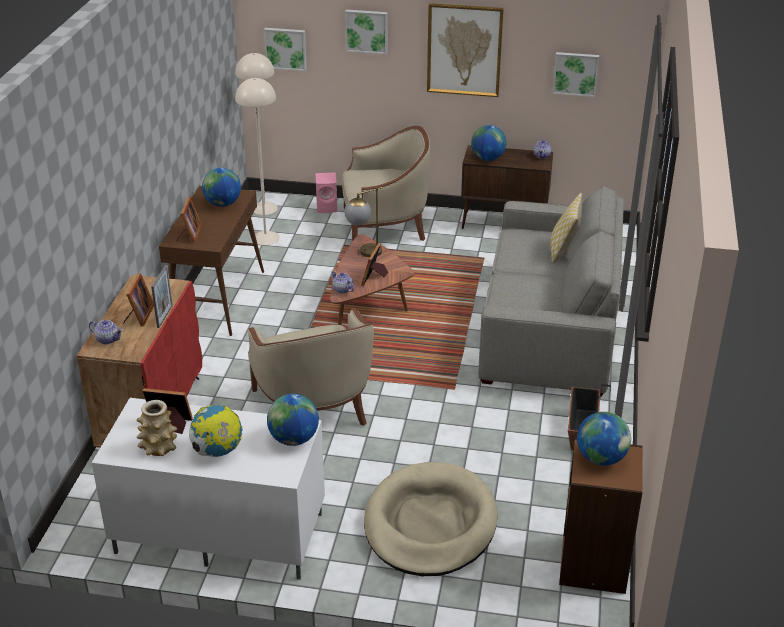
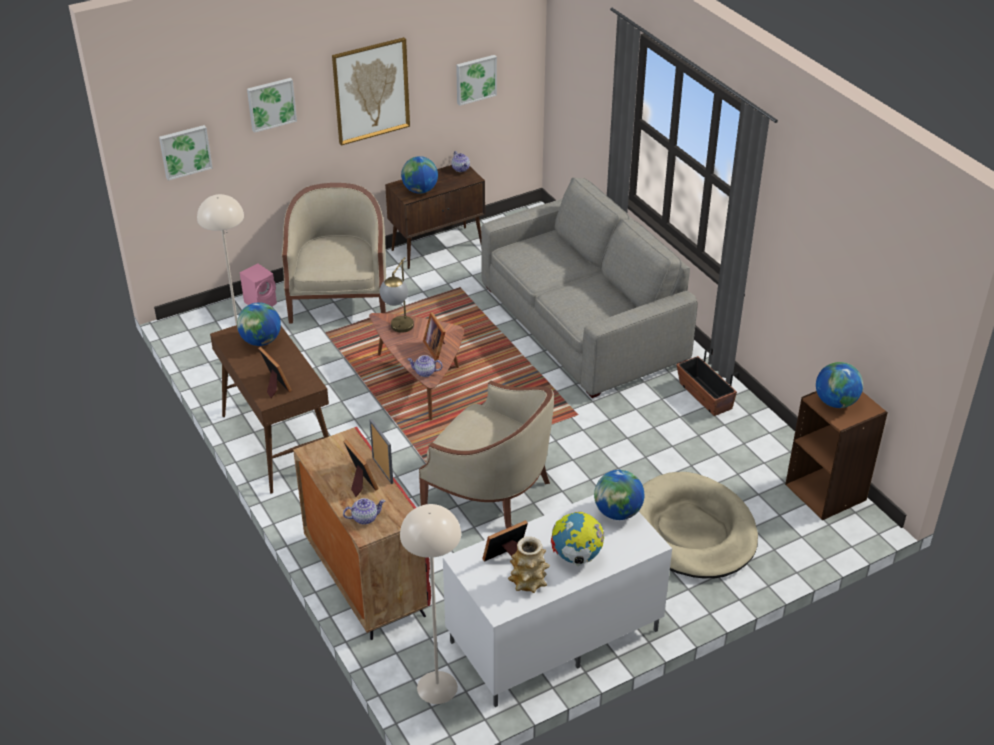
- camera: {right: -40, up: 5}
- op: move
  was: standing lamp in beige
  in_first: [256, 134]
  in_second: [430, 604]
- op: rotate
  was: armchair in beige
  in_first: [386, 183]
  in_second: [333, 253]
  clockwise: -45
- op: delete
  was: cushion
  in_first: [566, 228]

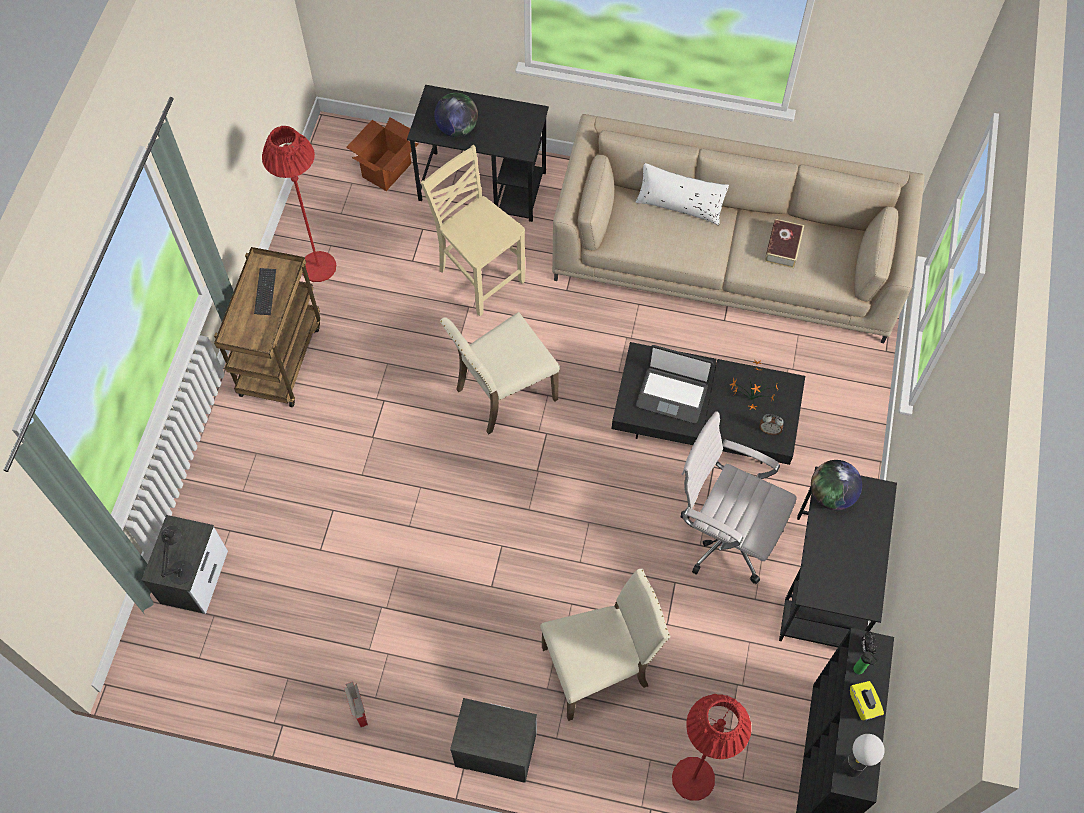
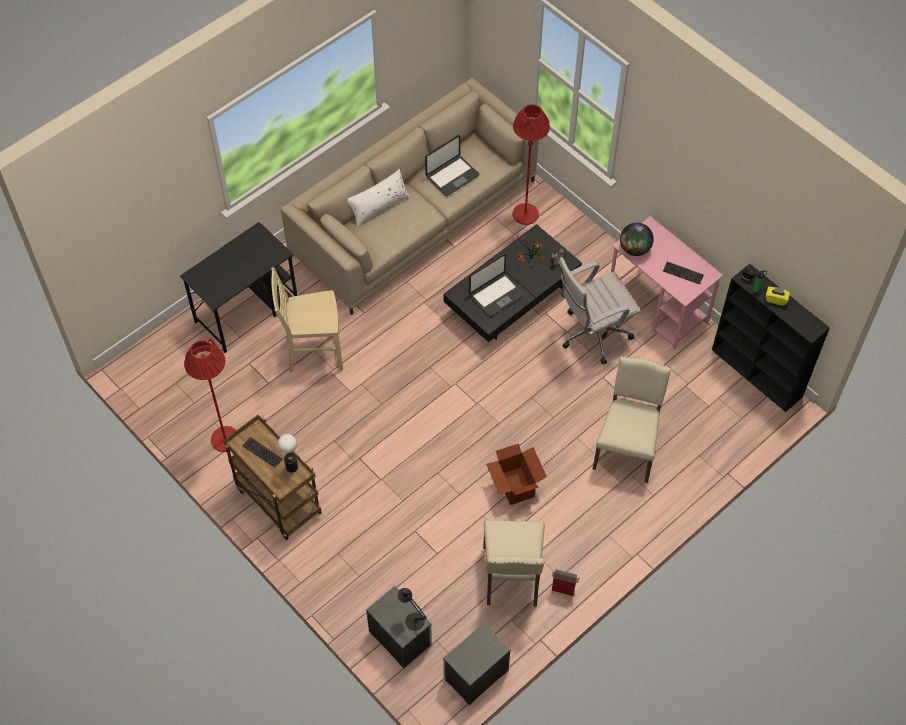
- camera: {right: -55, up: -5}
- op: delete
  was: desk globe
  in_first: [456, 115]
- op: move
  was: cardboard box
  in_first: [382, 154]
  in_second: [516, 474]
- op: replace
  was: bound book
  now: laptop
  in_first: [784, 243]
  in_second: [452, 165]
- op: move
  was: upright chair in beige
  in_first: [500, 373]
  in_second: [514, 563]
- op: recolor
  was: desk in black-coloured
  now: desk in pink
  in_first: [838, 557]
  in_second: [667, 282]
- op: move
  was: standing lamp in red
  in_first: [711, 747]
  in_second: [531, 164]
- op: move
  was: nightstand
  in_first: [493, 740]
  in_second: [477, 664]
- op: move
  was: table lamp
  in_first: [863, 755]
  in_second: [288, 453]
- op: insert
  now: PC keyboard
  in_second: [683, 273]

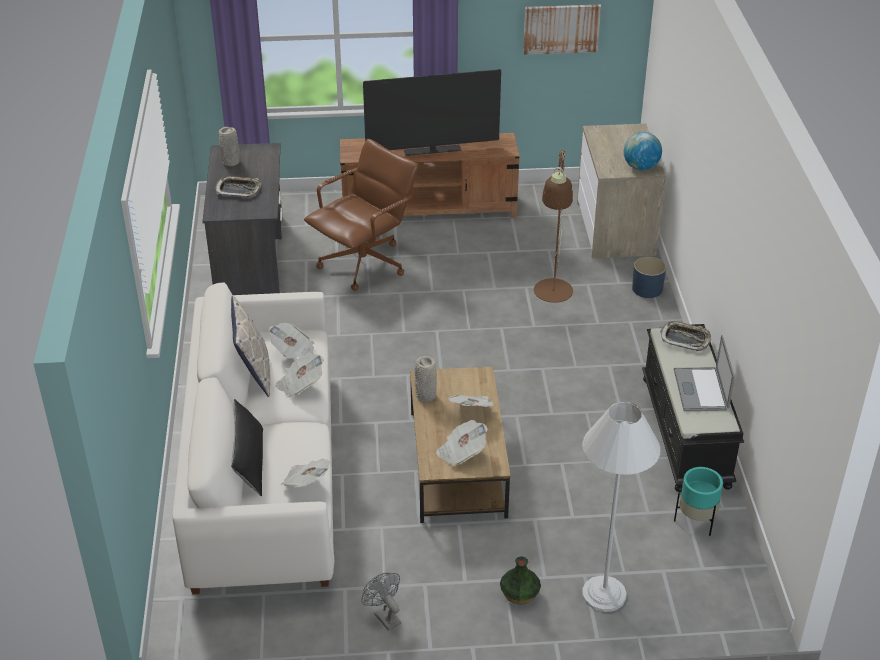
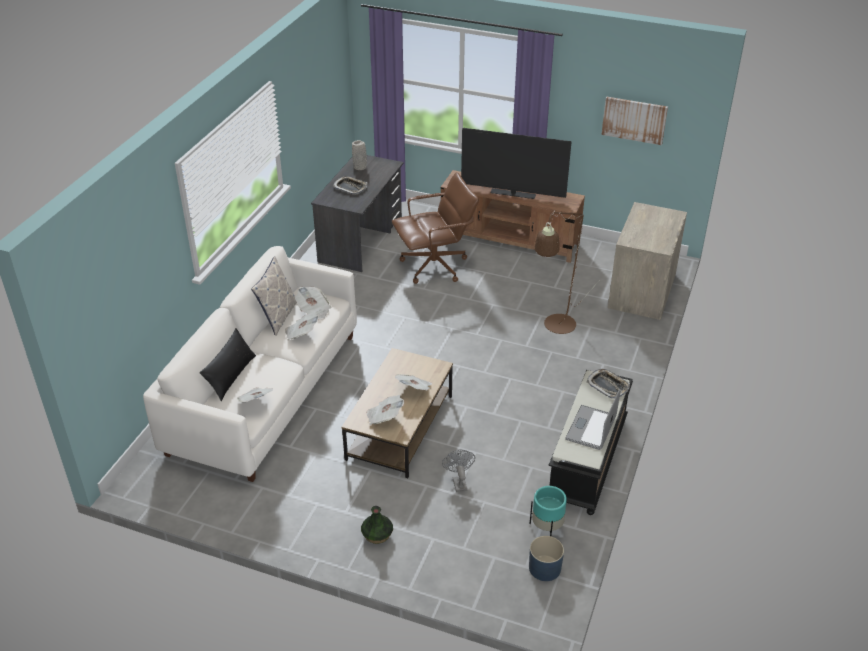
- camera: {right: 25, up: 0}
- op: delete
  was: desk globe
  in_first: [643, 151]
- op: move
  was: plant pot in bluish
  in_first: [649, 277]
  in_second: [546, 558]
- op: delete
  was: flower vase in greyish
  in_first: [426, 379]
- op: delete
  was: standing lamp in whitish
  in_first: [621, 507]
- op: move
  was: electric fan in greyish
  in_first: [381, 602]
  in_second: [458, 471]

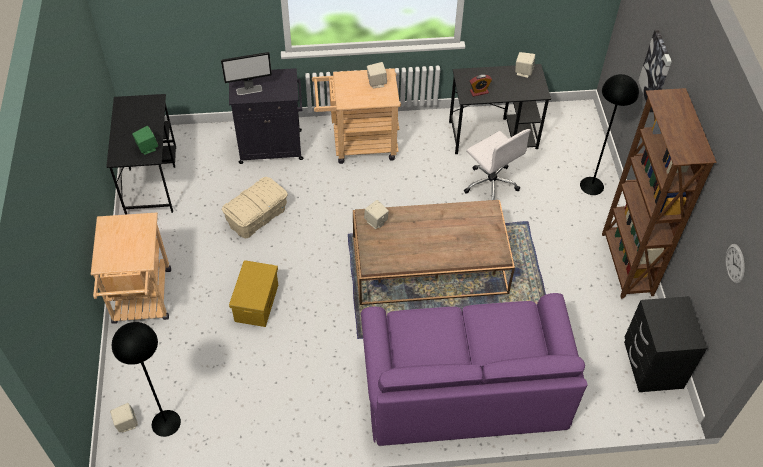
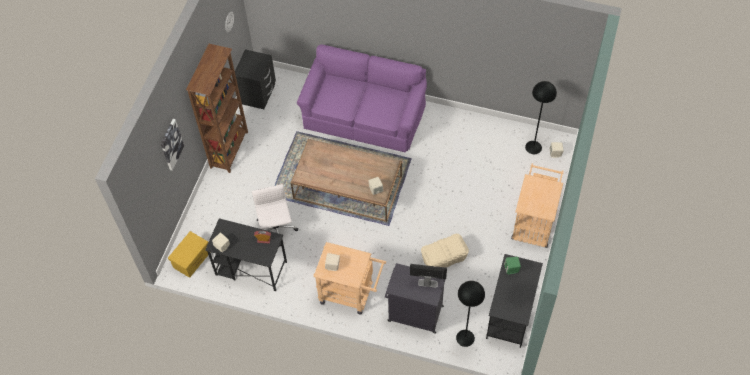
- camera: {right: -155, up: 5}
- op: move
  was: standing lamp in black-coloured
  in_first: [609, 134]
  in_second: [470, 314]
- op: move
  was: storage container in yellow-coloured
  in_first: [253, 293]
  in_second: [188, 254]

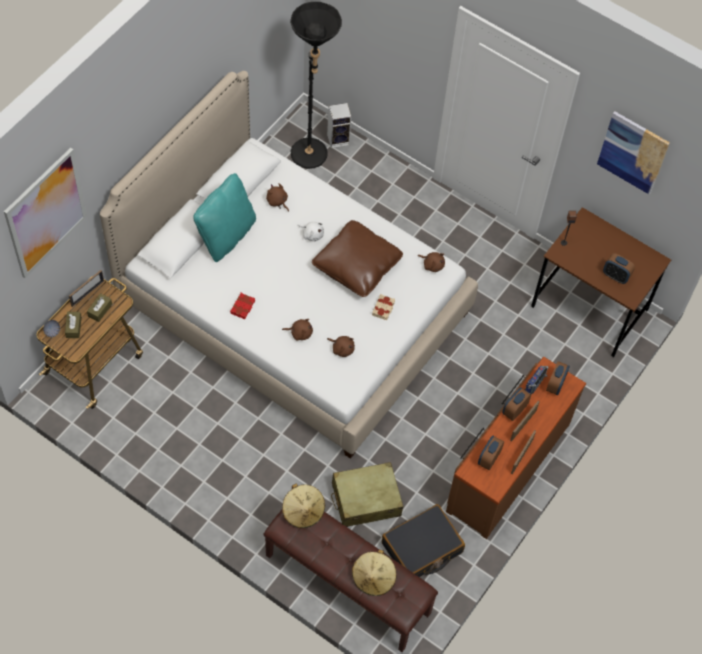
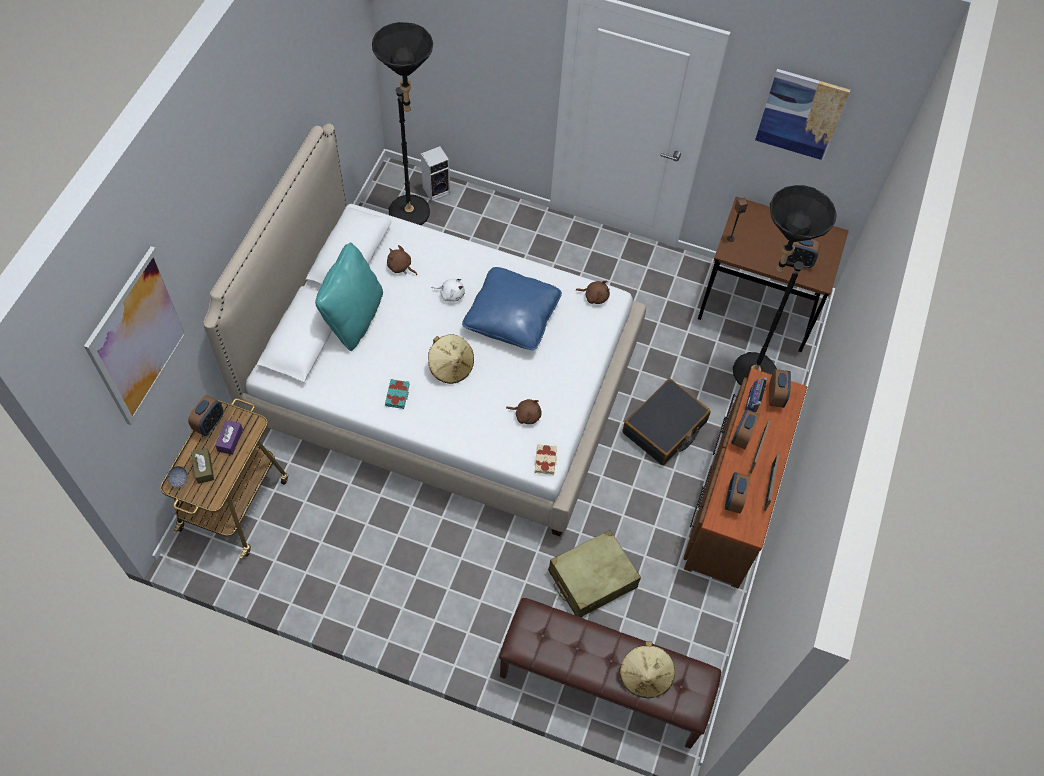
- camera: {right: -15, up: 0}
- op: recolor
  was: cushion in brown-coloured
  now: cushion in bluish
  in_first: [357, 258]
  in_second: [512, 308]
- op: replace
  was: standing frame
  now: alarm clock
  in_first: [86, 288]
  in_second: [206, 415]
- op: recolor
  was: tissue box in brown-coloured
  now: tissue box in purple
  in_first: [99, 307]
  in_second: [229, 437]
- op: recolor
  was: bound book in red
  now: bound book in turquoise
  in_first: [242, 306]
  in_second: [397, 394]
- op: move
  was: bound book in beige
  in_first: [383, 307]
  in_second: [546, 459]
- op: delete
  was: cuddly toy in brown-coloured
  in_first: [297, 330]
- op: move
  was: wearable hat in beige
  in_first: [303, 506]
  in_second: [451, 359]
- op: move
  was: piece of luggage in black-coloured
  in_first: [423, 540]
  in_second: [667, 422]
- op: insert
  now: standing lamp in black-coloured
  in_second: [785, 285]

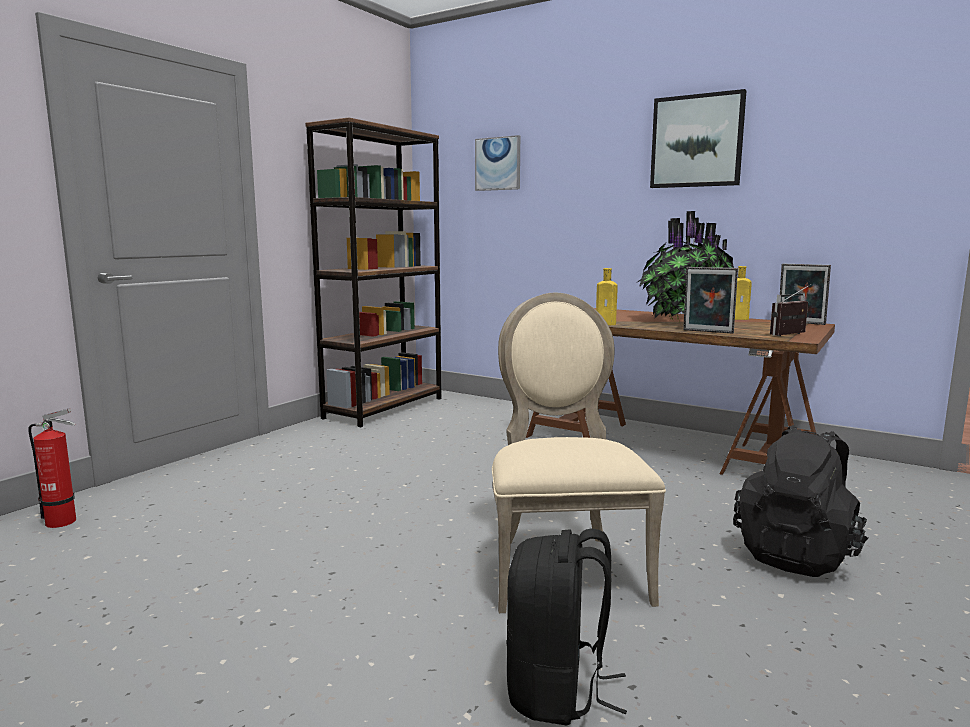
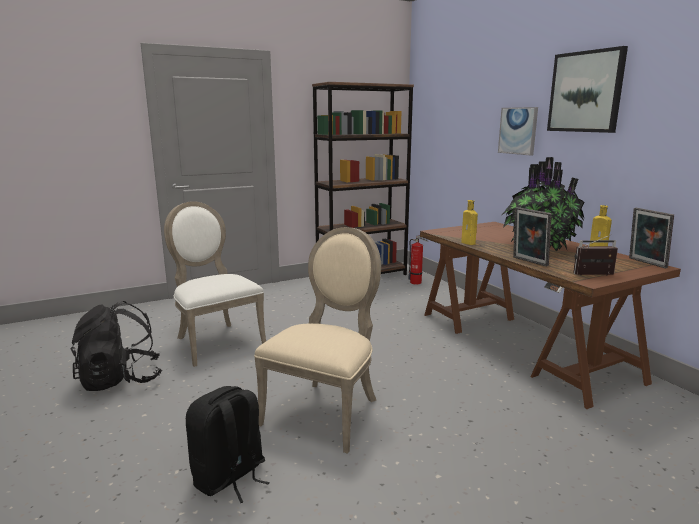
- camera: {right: 30, up: 5}
- op: move
  was: wall art
  in_first: [497, 163]
  in_second: [518, 131]
- op: move
  was: fire extinguisher
  in_first: [52, 468]
  in_second: [418, 259]
- op: move
  was: knapsack in black-coloured
  in_first: [800, 501]
  in_second: [116, 346]
- op: insert
  now: upright chair in whitish
  in_second: [215, 284]

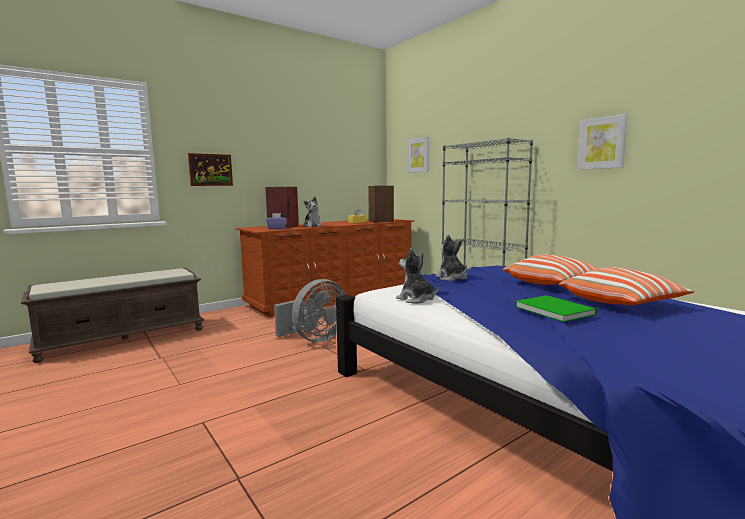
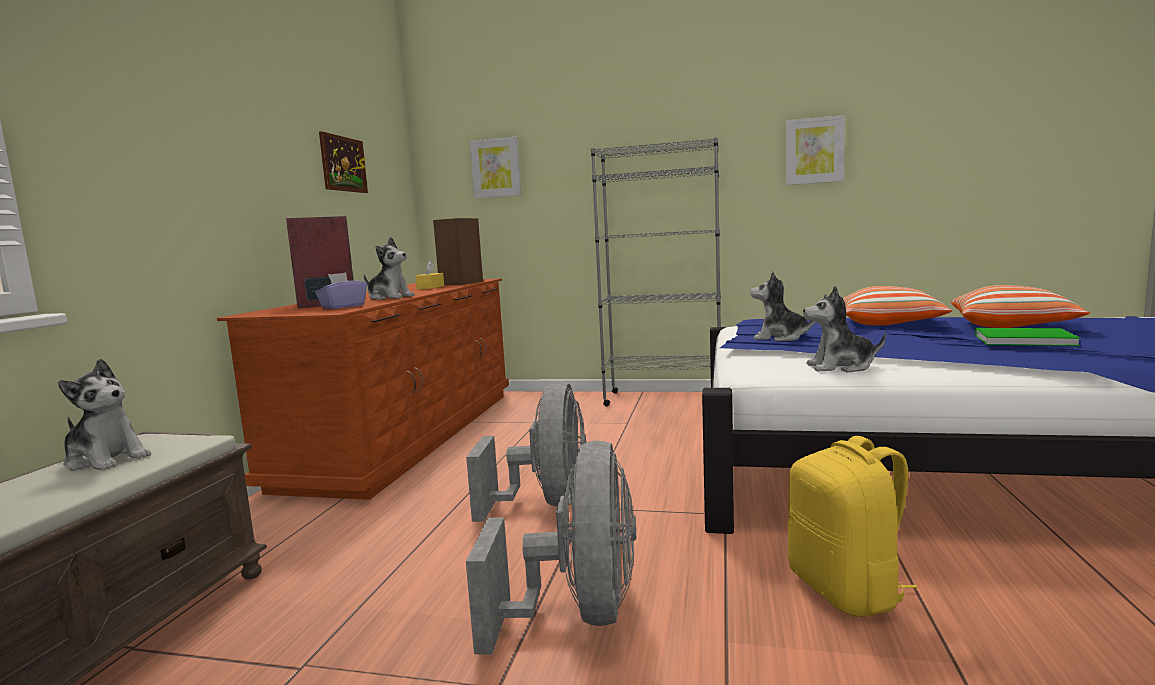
- camera: {right: -40, up: 0}
- op: move
  was: wall art
  in_first: [210, 169]
  in_second: [343, 162]
- op: insert
  now: cuddly toy
  in_second: [104, 415]
- op: insert
  now: knapsack in yellow-coloured
  in_second: [852, 526]
- op: insert
  now: electric fan in greyish
  in_second: [551, 547]

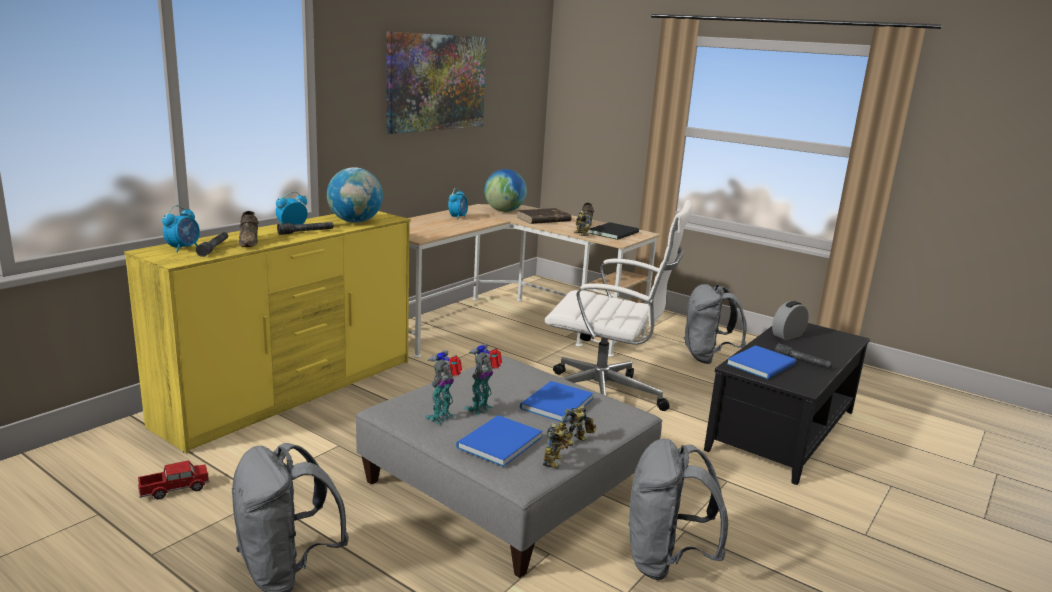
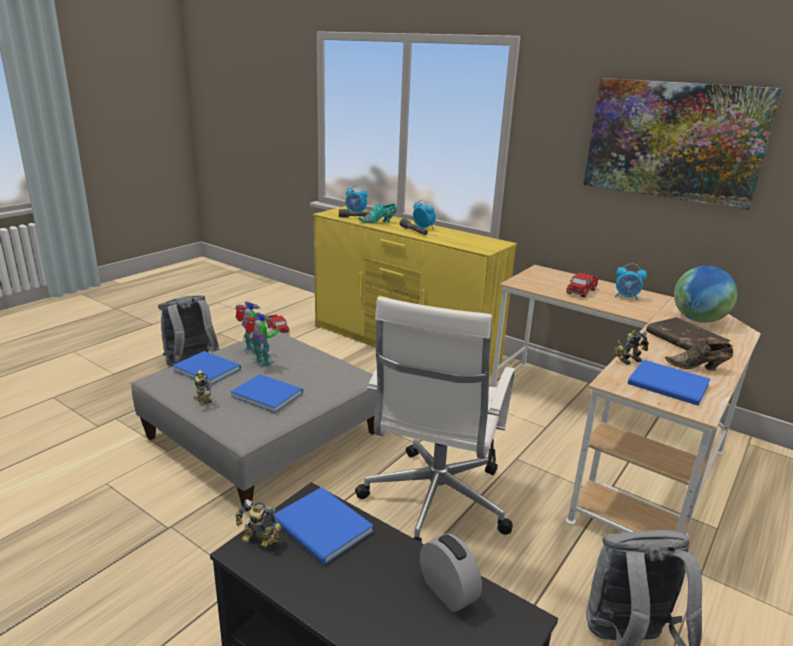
- camera: {right: 90, up: 5}
- op: delete
  was: desk globe
  in_first: [355, 195]
- op: recolor
  was: item of footwear in brown-coloured
  now: item of footwear in turquoise
  in_first: [248, 229]
  in_second: [377, 213]
- op: recolor
  was: bound book in black-coloured
  now: bound book in bluish
  in_first: [614, 231]
  in_second: [669, 383]
- op: delete
  was: torch in greyish
  in_first: [803, 356]
- op: move
  was: model robot
  in_first: [556, 446]
  in_second: [258, 523]
- op: delete
  was: knapsack in greyish
  in_first: [678, 509]
- op: insert
  now: model truck
  in_second: [582, 285]

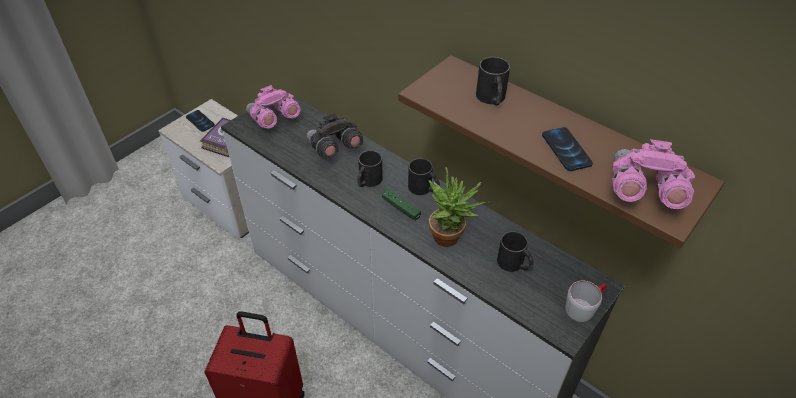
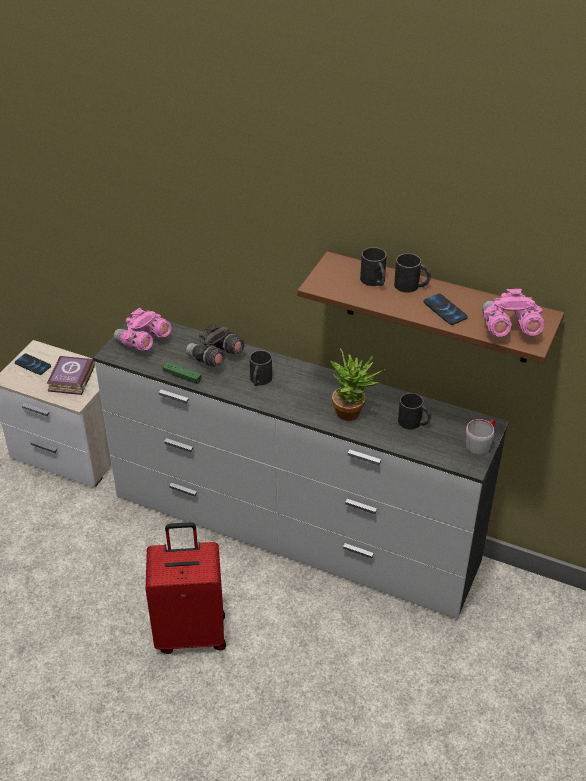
- camera: {right: -15, up: -5}
- op: move
  was: mug in black-coloured
  in_first: [424, 176]
  in_second: [412, 273]
- op: move
  was: joypad in greenish
  in_first: [401, 205]
  in_second: [182, 373]

